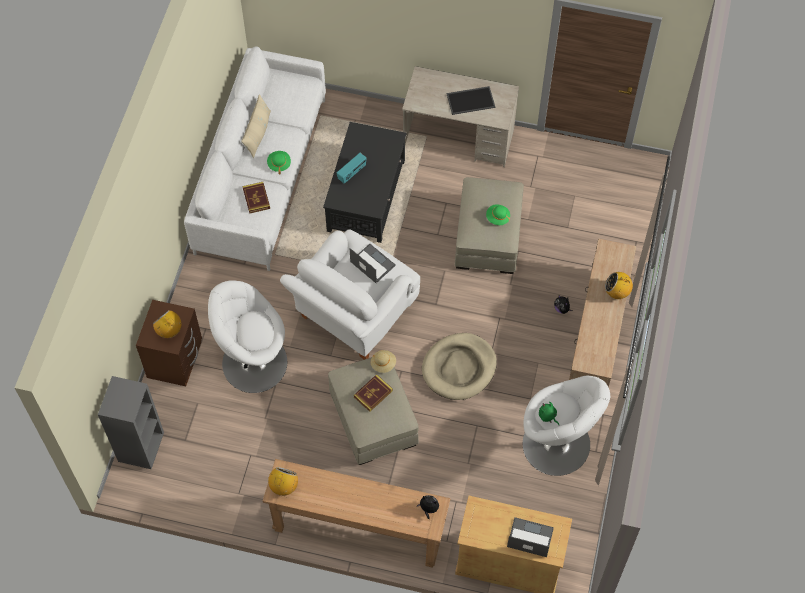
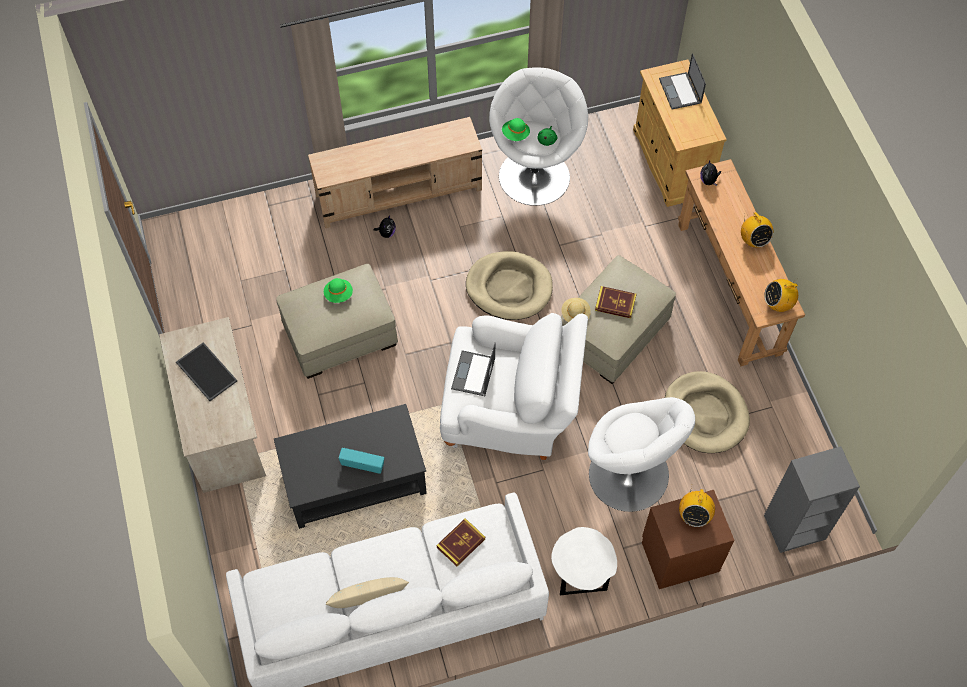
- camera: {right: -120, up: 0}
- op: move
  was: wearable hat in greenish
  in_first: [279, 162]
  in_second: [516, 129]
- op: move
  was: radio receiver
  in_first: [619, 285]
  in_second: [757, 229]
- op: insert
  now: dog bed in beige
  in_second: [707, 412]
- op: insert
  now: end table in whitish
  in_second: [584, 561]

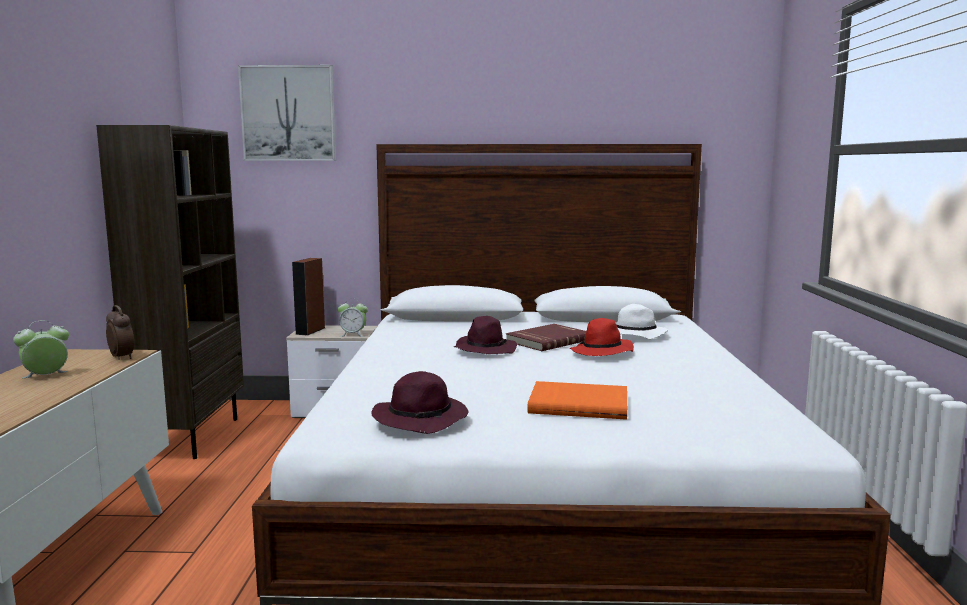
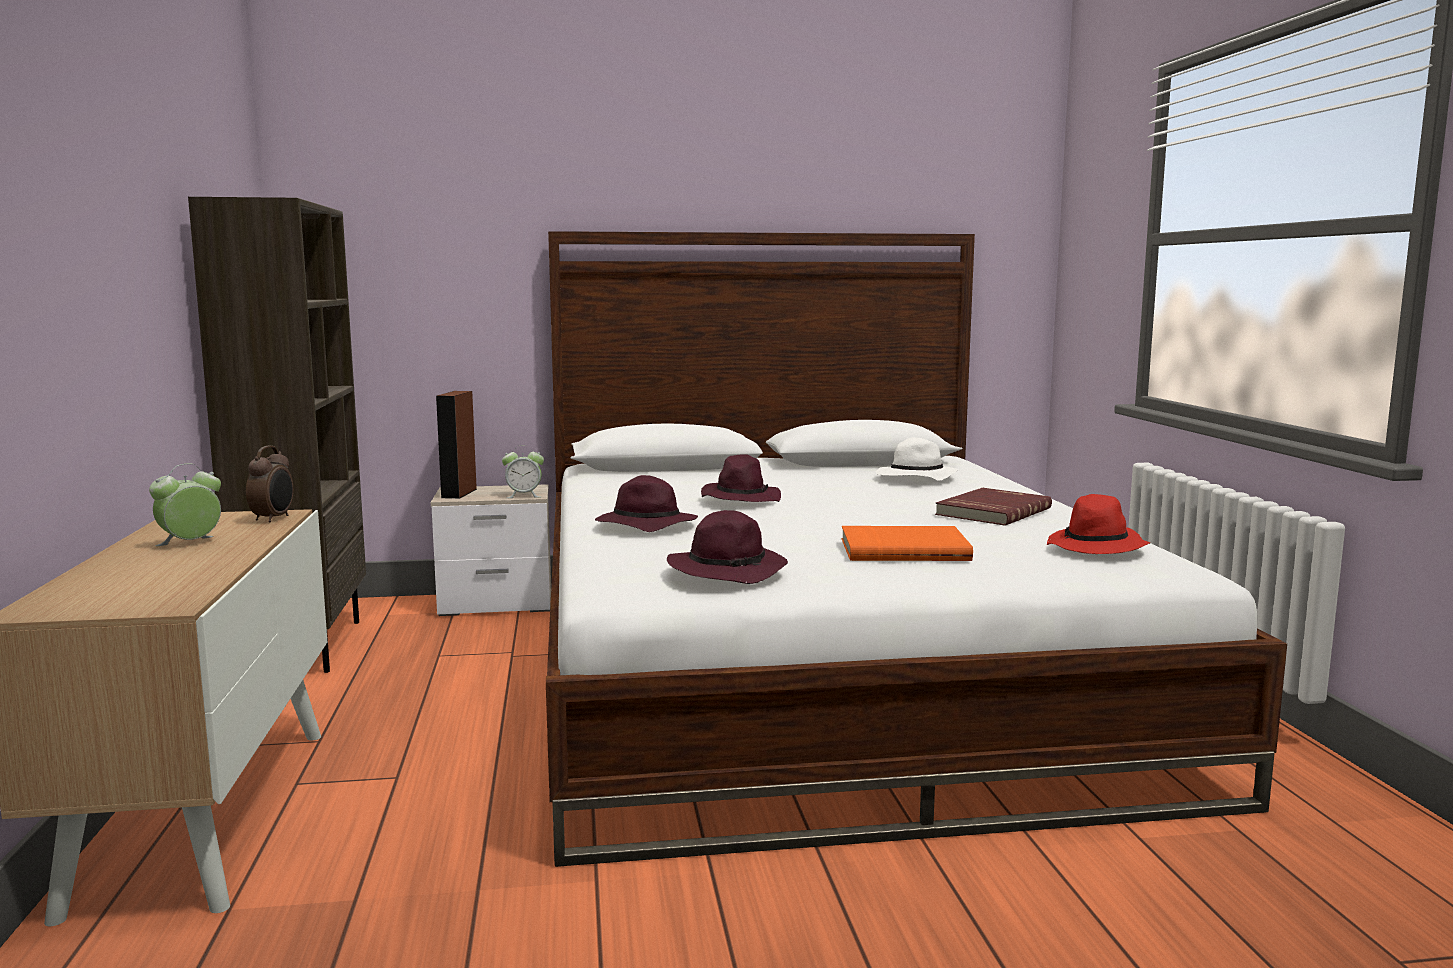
- camera: {right: -10, up: 0}
- op: delete
  was: wall art
  in_first: [287, 113]
- op: rotate
  was: alarm clock
  in_first: [120, 332]
  in_second: [269, 484]
  clockwise: 60
- op: move
  was: wearable hat in red
  in_first: [602, 337]
  in_second: [1098, 524]
- op: move
  was: bound book in red
  in_first: [546, 337]
  in_second: [993, 507]
- op: insert
  now: wearable hat in purple
  in_second: [646, 503]

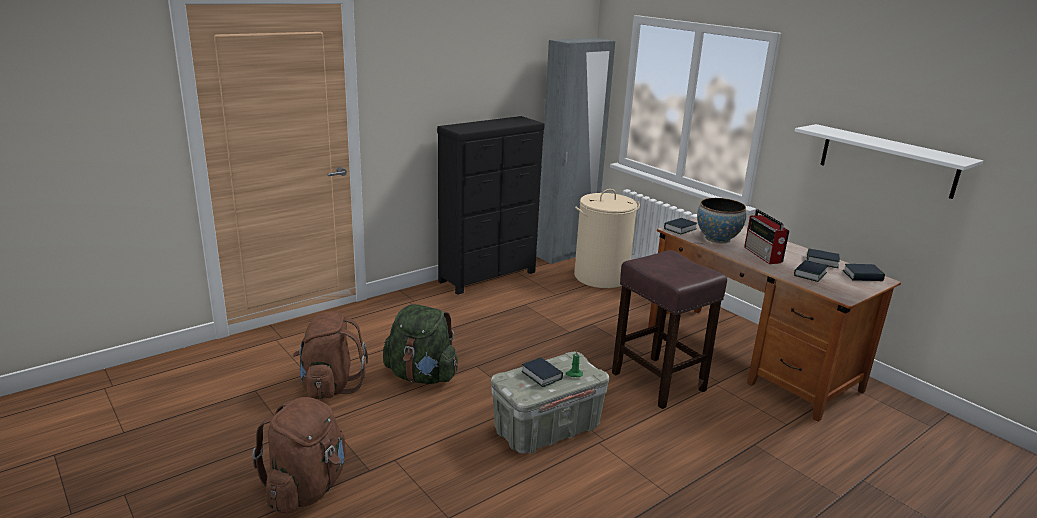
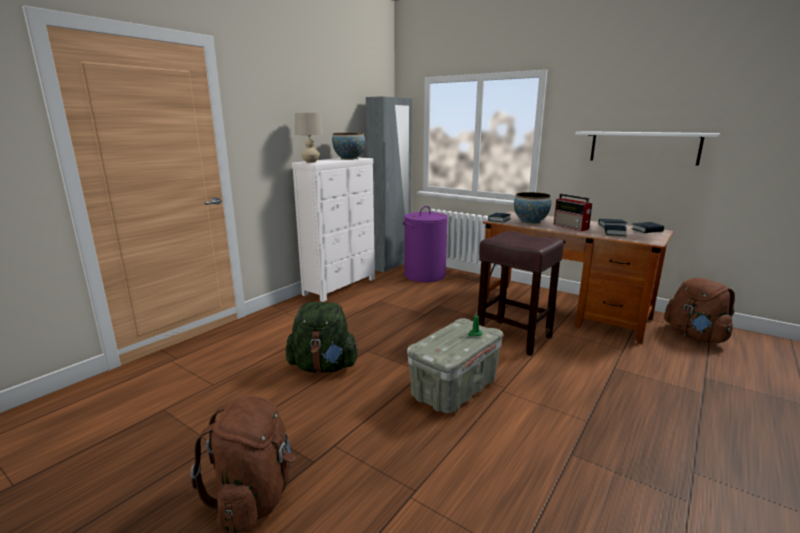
- camera: {right: -15, up: -5}
- op: recolor
  was: chest of drawers in black-coloured
  now: chest of drawers in whitish
  in_first: [491, 205]
  in_second: [333, 229]
- op: recolor
  was: washing basket in beige
  now: washing basket in purple
  in_first: [607, 238]
  in_second: [425, 244]
- op: move
  was: knapsack in brown-coloured
  in_first: [330, 355]
  in_second: [699, 310]
- op: delete
  was: bound book
  in_first: [542, 372]
- op: insert
  now: table lamp in beige
  in_second: [309, 138]
- op: insert
  now: serving bowl
  in_second: [348, 146]

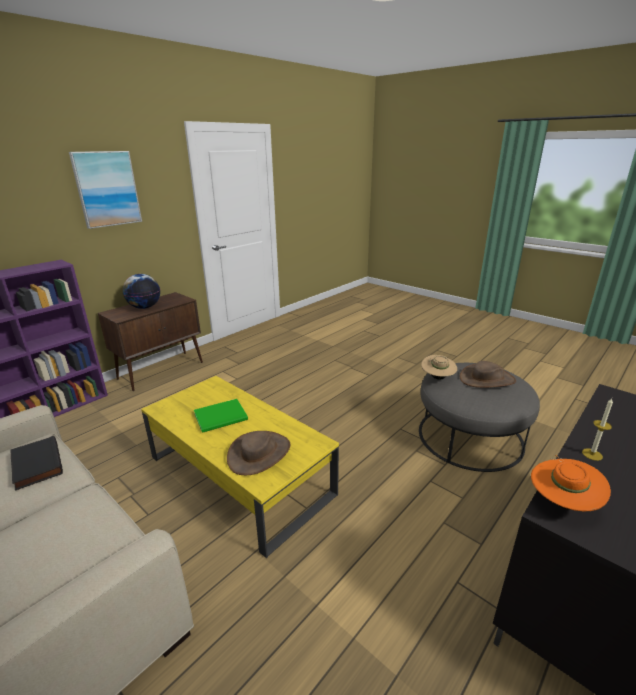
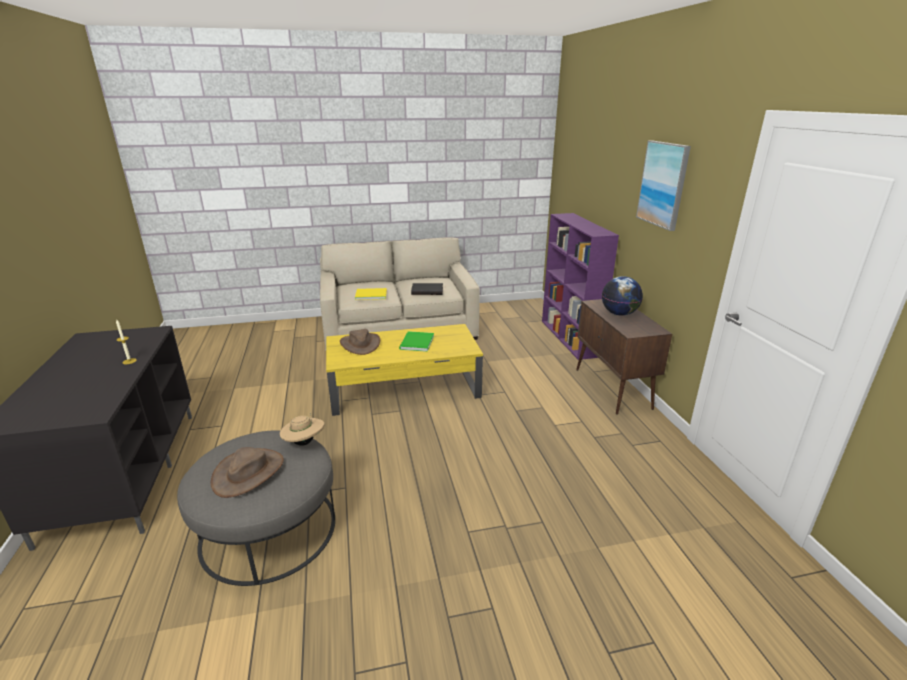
- camera: {right: 125, up: 0}
- op: delete
  was: wearable hat in orange
  in_first: [571, 483]
- op: insert
  now: bound book in yellow-coloured
  in_second: [371, 294]

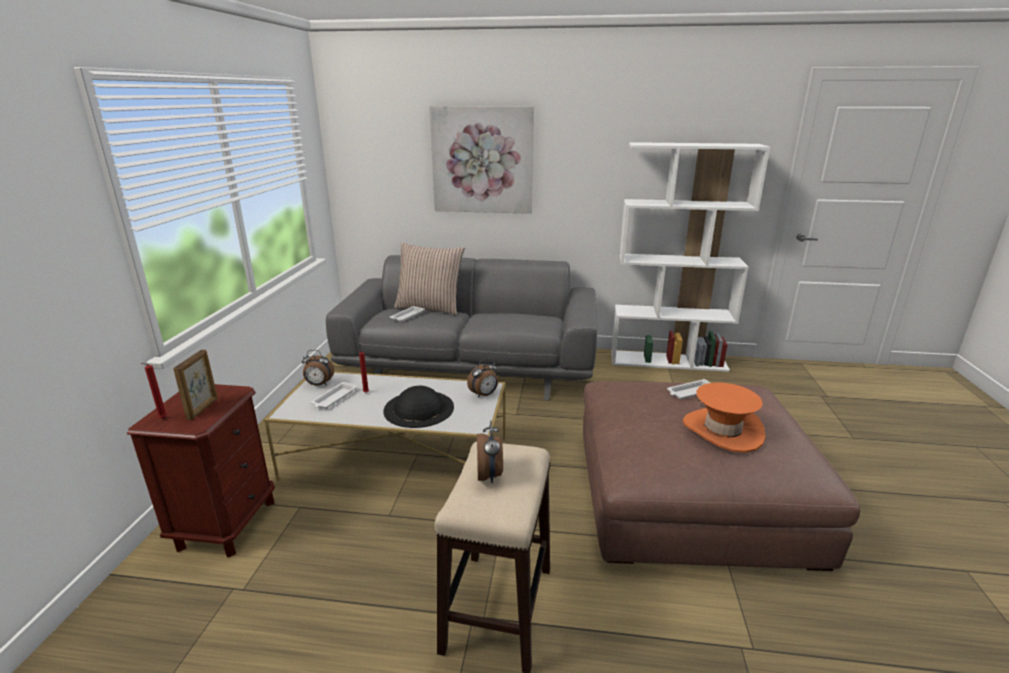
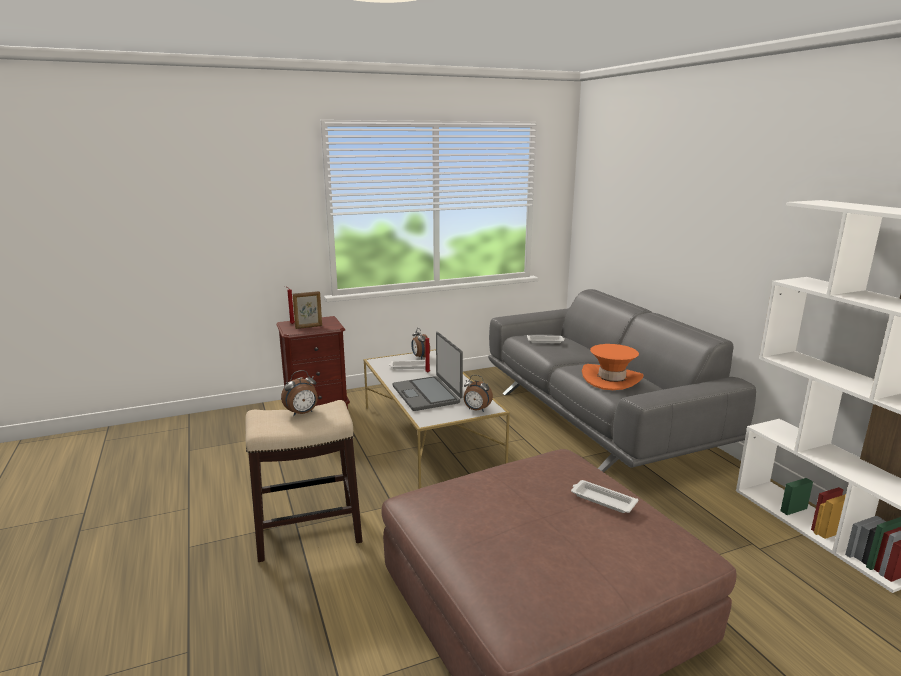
- camera: {right: 60, up: -5}
- op: delete
  was: wall art
  in_first: [481, 160]
- op: delete
  was: cushion
  in_first: [429, 279]
- op: move
  was: wearable hat in orange
  in_first: [724, 417]
  in_second: [613, 367]
- op: replace
  was: wearable hat in black-coloured
  now: laptop
  in_first: [418, 407]
  in_second: [428, 371]

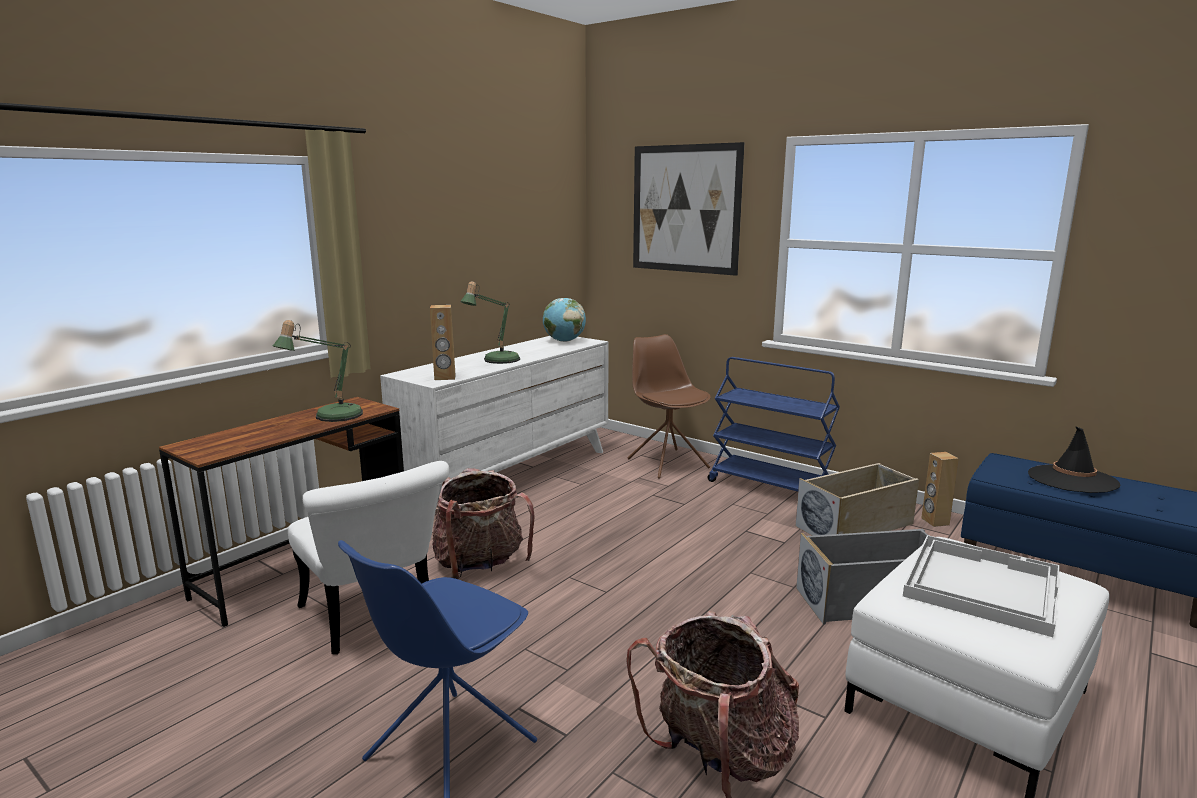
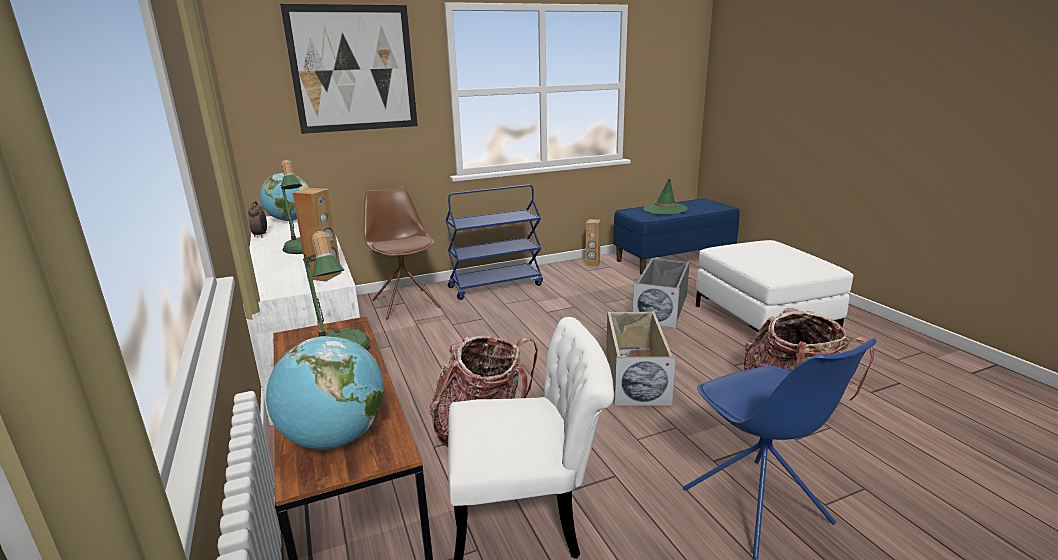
- camera: {right: -60, up: 5}
- op: rotate
  was: upright chair in brown-coloured
  in_first: [669, 406]
  in_second: [402, 252]
  clockwise: 60
- op: recolor
  was: wearable hat in black-coloured
  now: wearable hat in greenish
  in_first: [1074, 459]
  in_second: [665, 197]
- op: move
  was: storage container in beige
  in_first: [857, 499]
  in_second: [641, 358]
- op: delete
  was: tray in whitish
  in_first: [981, 586]
- op: insert
  now: alarm clock
  in_second: [257, 219]
- op: insert
  now: desk globe
  in_second: [325, 393]

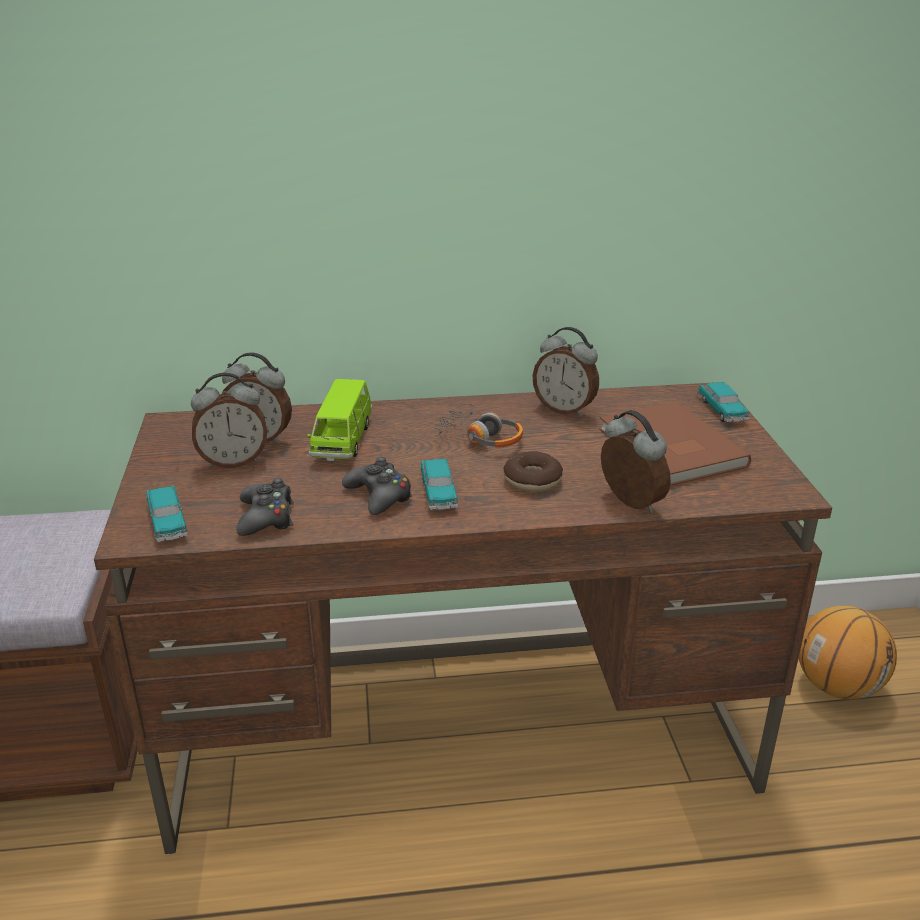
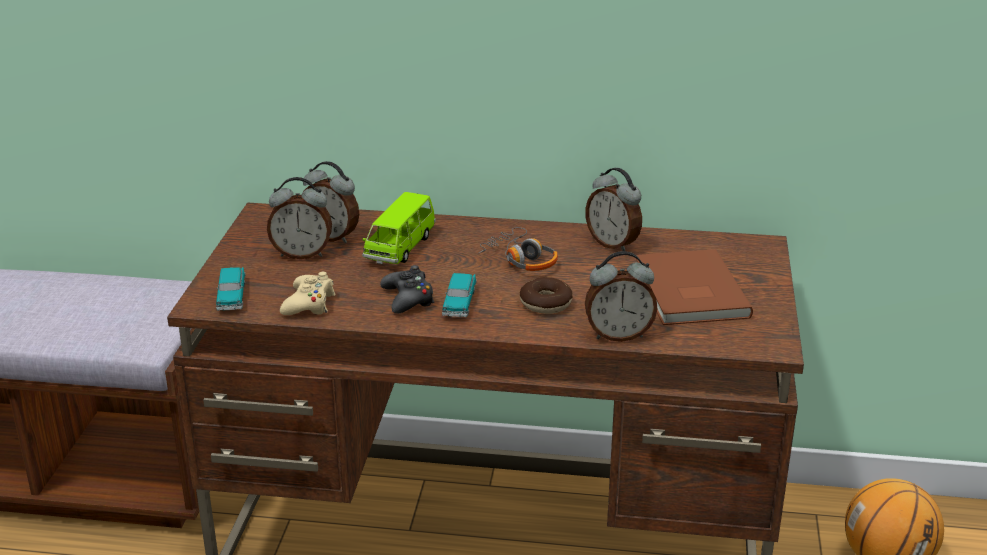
- camera: {right: 15, up: 0}
- op: delete
  was: toy car
  in_first: [723, 402]
- op: rotate
  was: alarm clock
  in_first: [636, 461]
  in_second: [621, 296]
  clockwise: 105
- op: recolor
  was: joypad in black-coloured
  now: joypad in beige
  in_first: [265, 507]
  in_second: [308, 293]

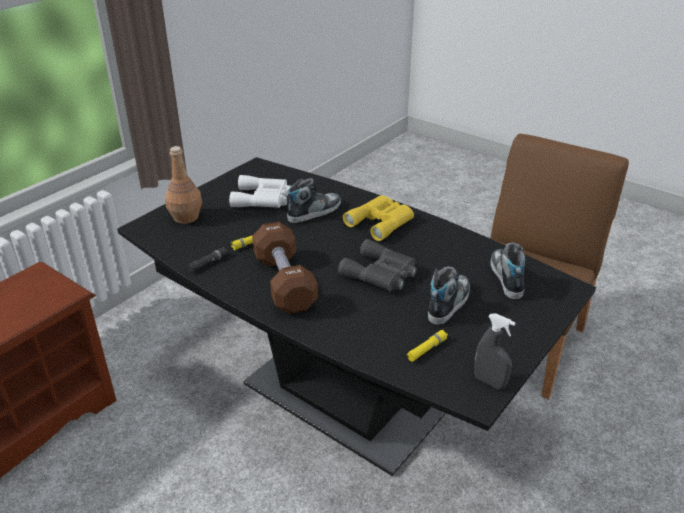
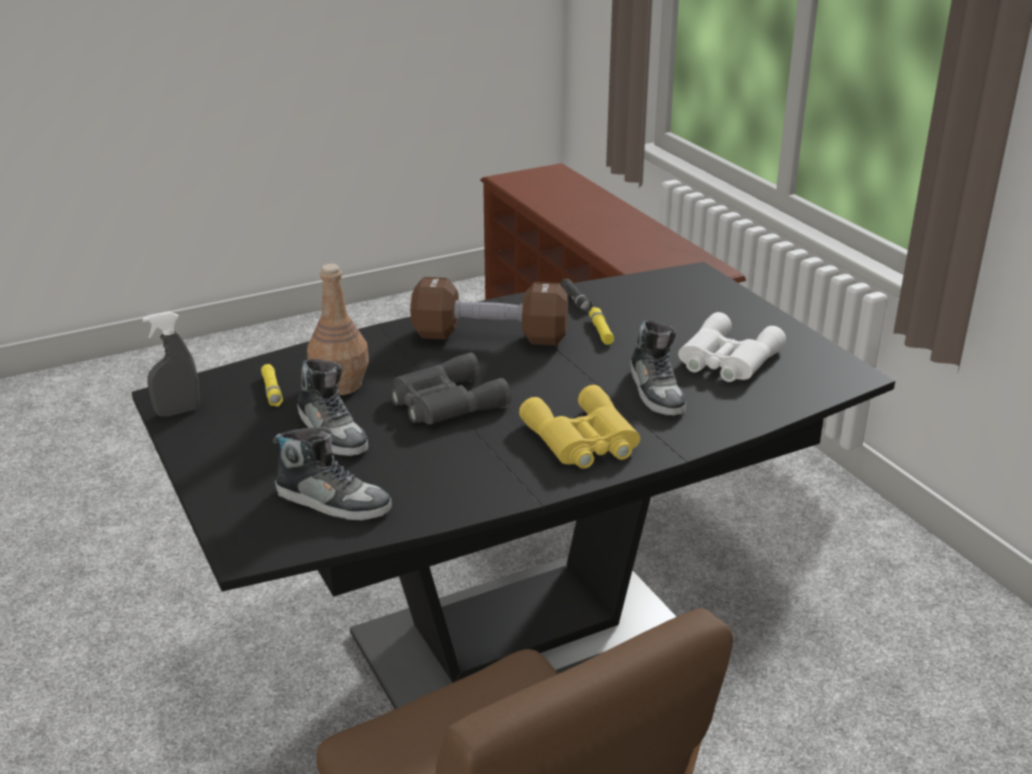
- camera: {right: 115, up: -5}
- op: move
  was: bottle in brown-coloured
  in_first: [183, 185]
  in_second: [338, 329]

